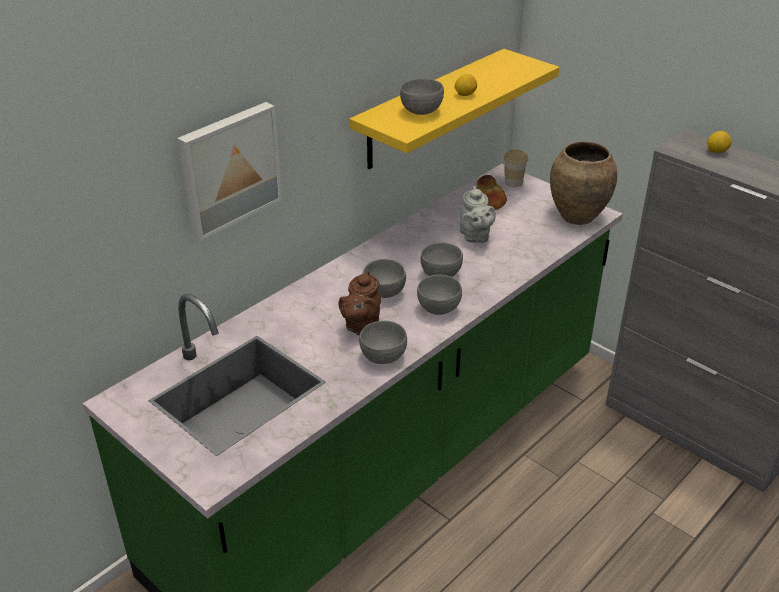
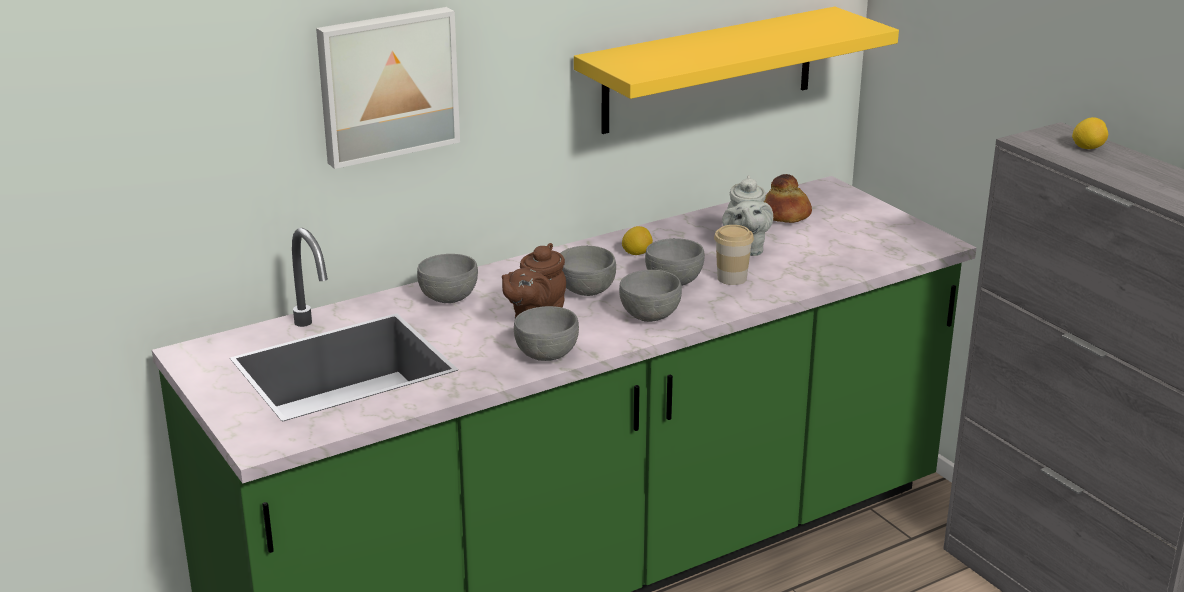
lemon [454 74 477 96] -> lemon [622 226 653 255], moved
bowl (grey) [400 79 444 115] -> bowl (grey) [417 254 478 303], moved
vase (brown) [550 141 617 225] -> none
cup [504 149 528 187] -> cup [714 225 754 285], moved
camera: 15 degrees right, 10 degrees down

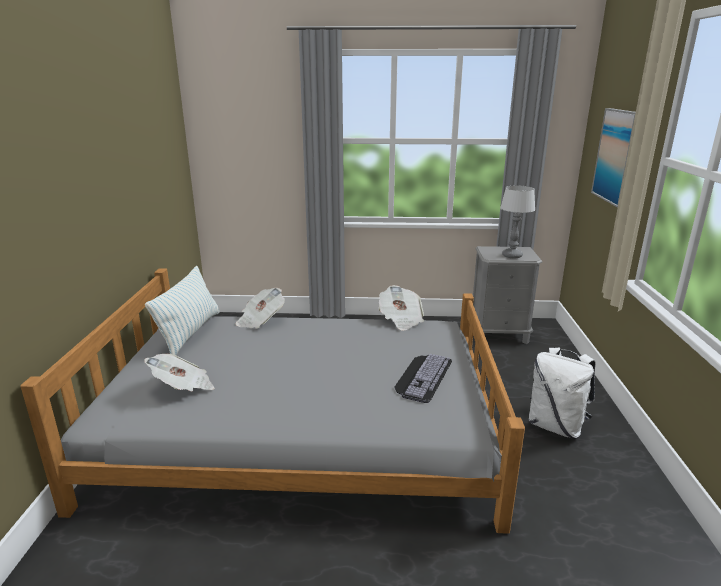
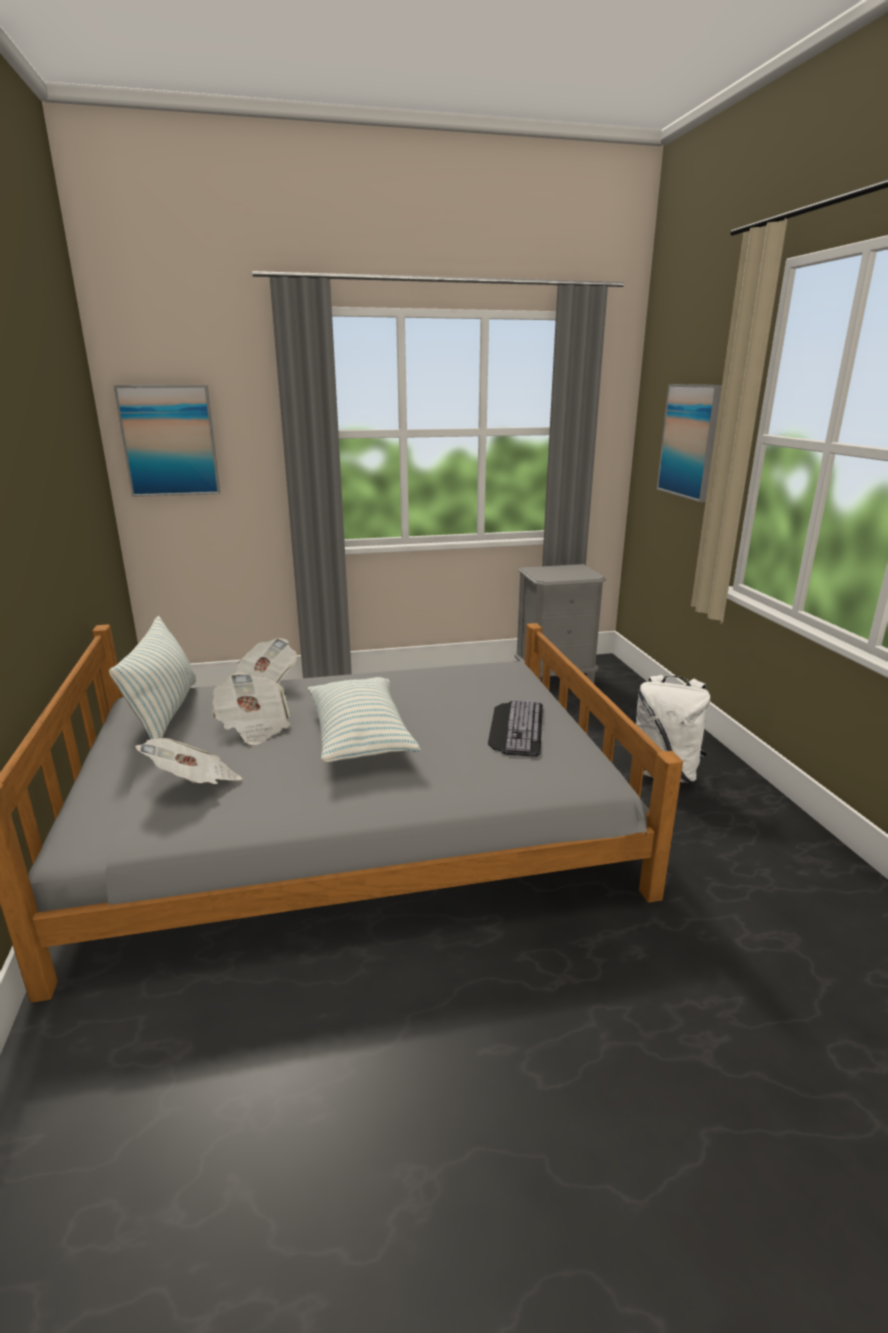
table lamp [500 186 535 258] -> none
newspaper [378 285 424 331] -> newspaper [212 672 290 745], moved
none -> picture [113 385 220 497]
none -> pillow [308 677 420 762]
camera: 15 degrees left, 0 degrees up

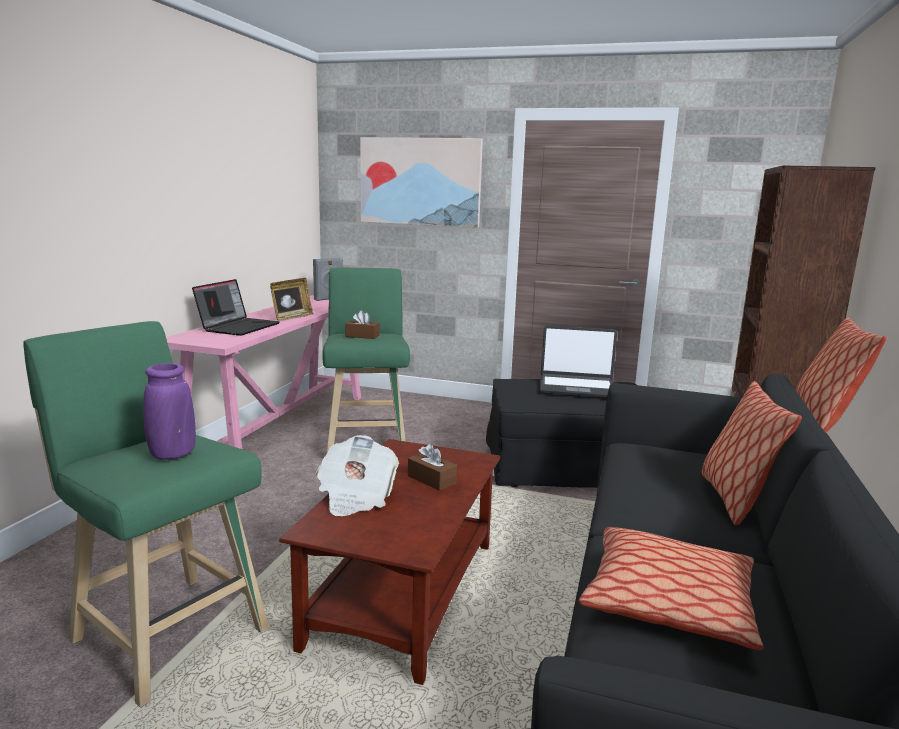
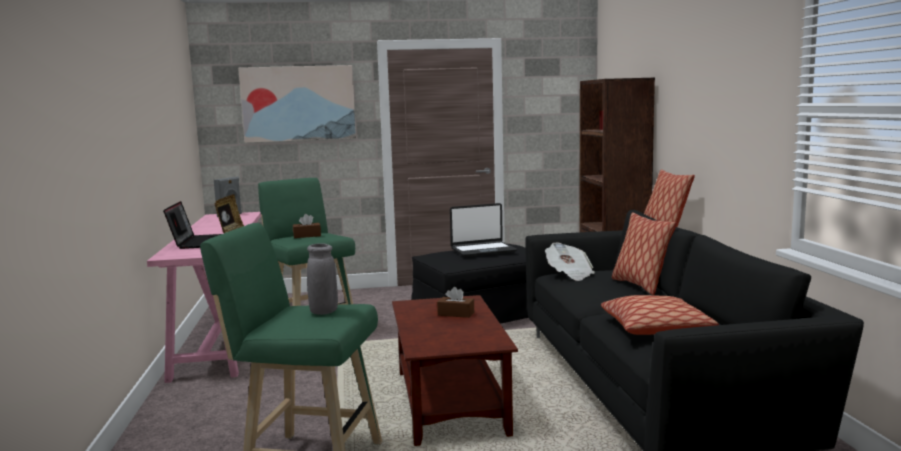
vase (purple) [143 363 196 460] -> vase (grey) [307 243 338 315]
newspaper [316 435 399 516] -> newspaper [545 242 595 281], moved
camera: 25 degrees left, 5 degrees down

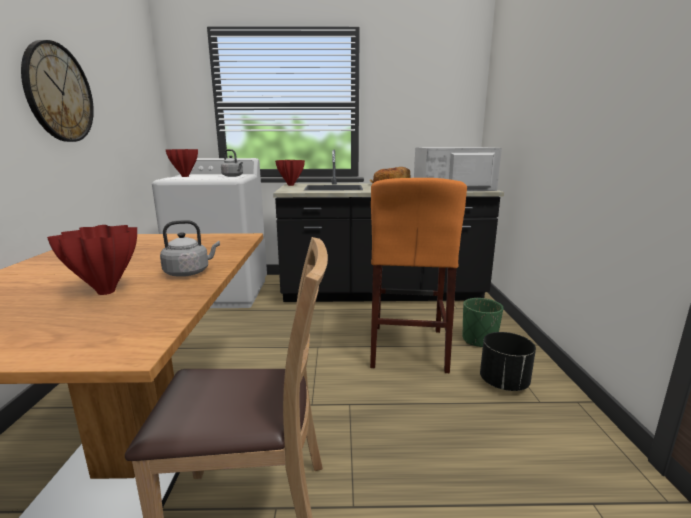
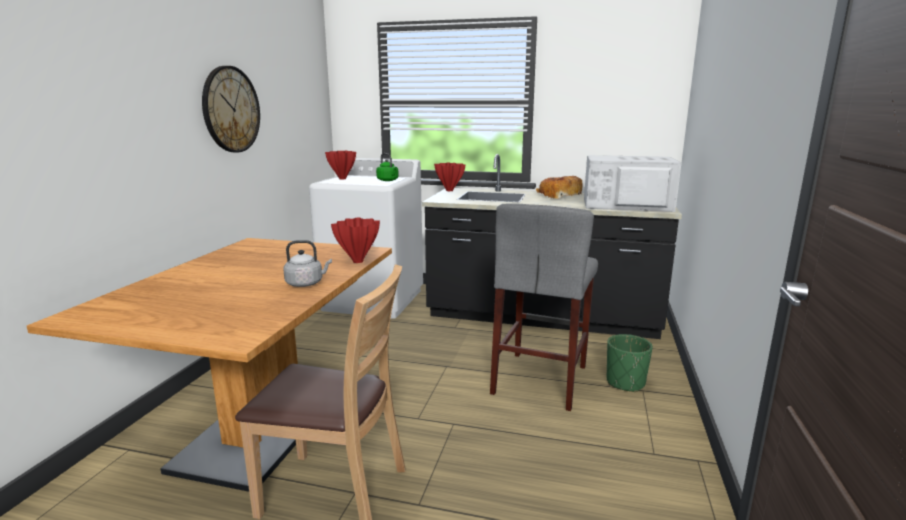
kettle (grey) [221 149 243 177] -> kettle (green) [376 153 399 181]
stool (orange) [370 178 467 373] -> stool (grey) [490 203 598 411]
vase (red) [47 225 137 295] -> vase (red) [331 218 380 263], moved
planter (black) [480 332 536 391] -> none
camera: 15 degrees right, 0 degrees up

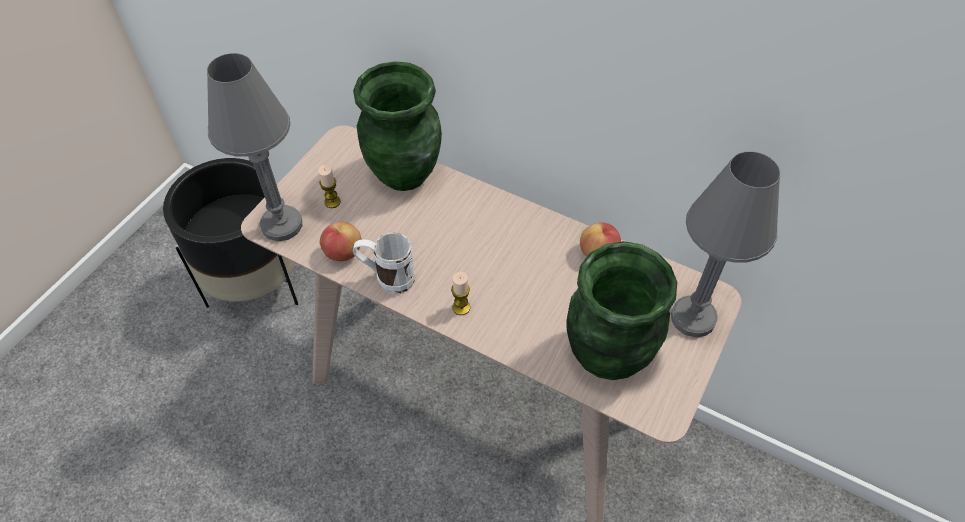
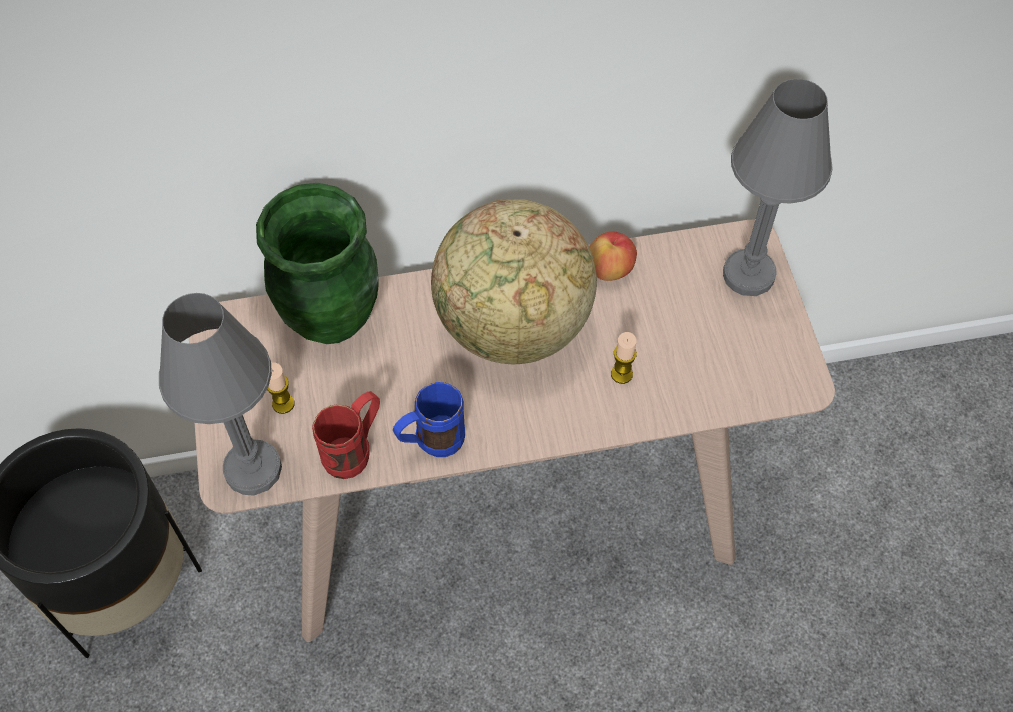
apple [320 222 361 261] -> mug (red) [312 391 380 479]
mug (white) [353 233 415 294] -> mug (blue) [393 382 465 457]
vase (green) [566 241 677 380] -> none
candle [451 272 470 315] -> candle [611 332 637 384], moved
none -> globe [431 199 597 364]
camera: 40 degrees left, 5 degrees up

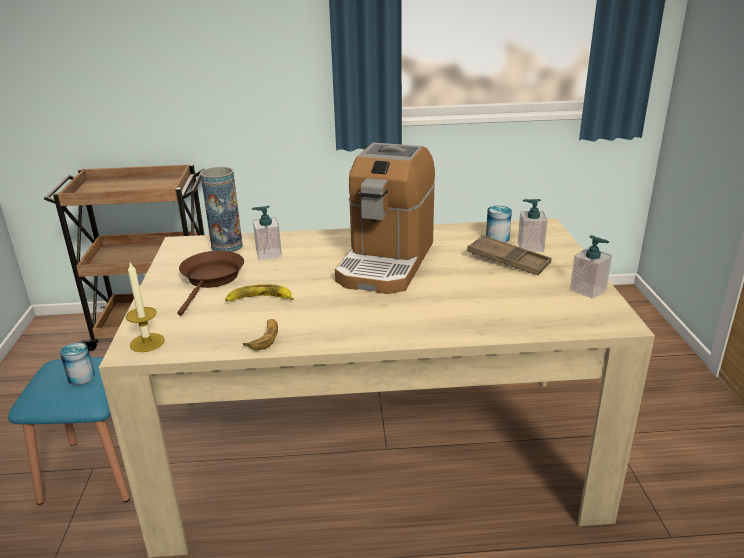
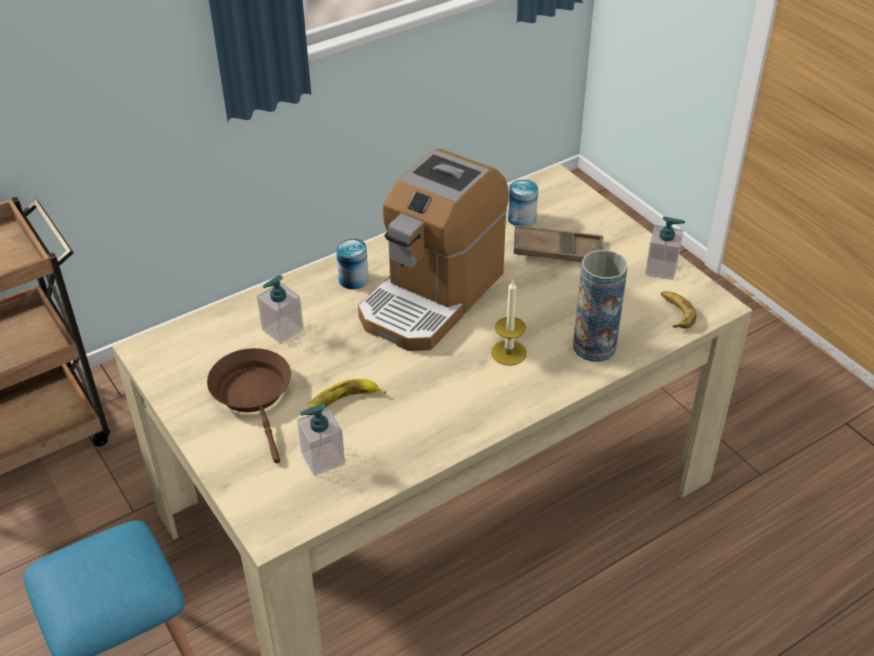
coffee machine [335 142 435 294] -> coffee machine [358 148 509 351], 45 degrees clockwise
vase [200 167 243 252] -> vase [573 250 628 362], moved
soap dispenser [518 199 548 252] -> soap dispenser [297 403 345 476], moved
candle [126 263 165 352] -> candle [491 280 527 366], moved
banana [243 319 278 350] -> banana [661 291 696 329], moved
can [60 342 95 385] -> can [336 239 369 289], moved
camera: 30 degrees left, 15 degrees up

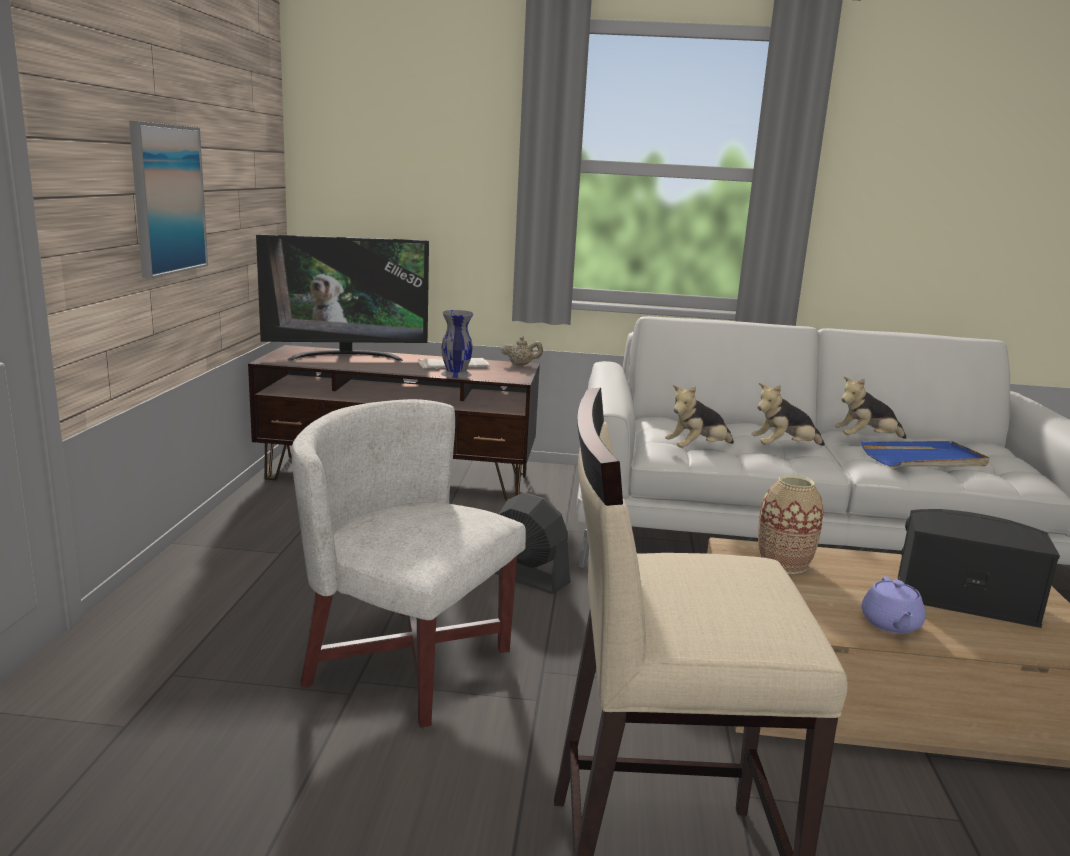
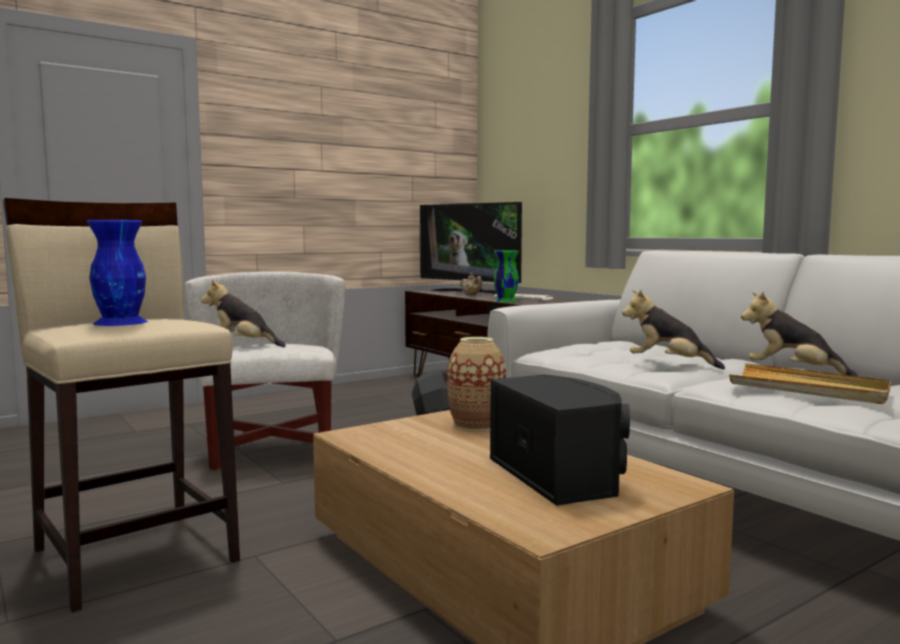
picture [129 121 208 279] -> none
vase (grey) [441 310 473 378] -> vase (green) [494 250 519 302]
teapot (beige) [502 336 543 365] -> teapot (beige) [460 273 482 295], moved
plush toy [665 385 734 448] -> plush toy [201 279 286 347], moved
tray (blue) [862 441 990 467] -> tray (beige) [729 363 891 404]
teapot (purple) [862 576 925 633] -> none
none -> vase (blue) [87 220 148 326]
camera: 50 degrees right, 10 degrees down

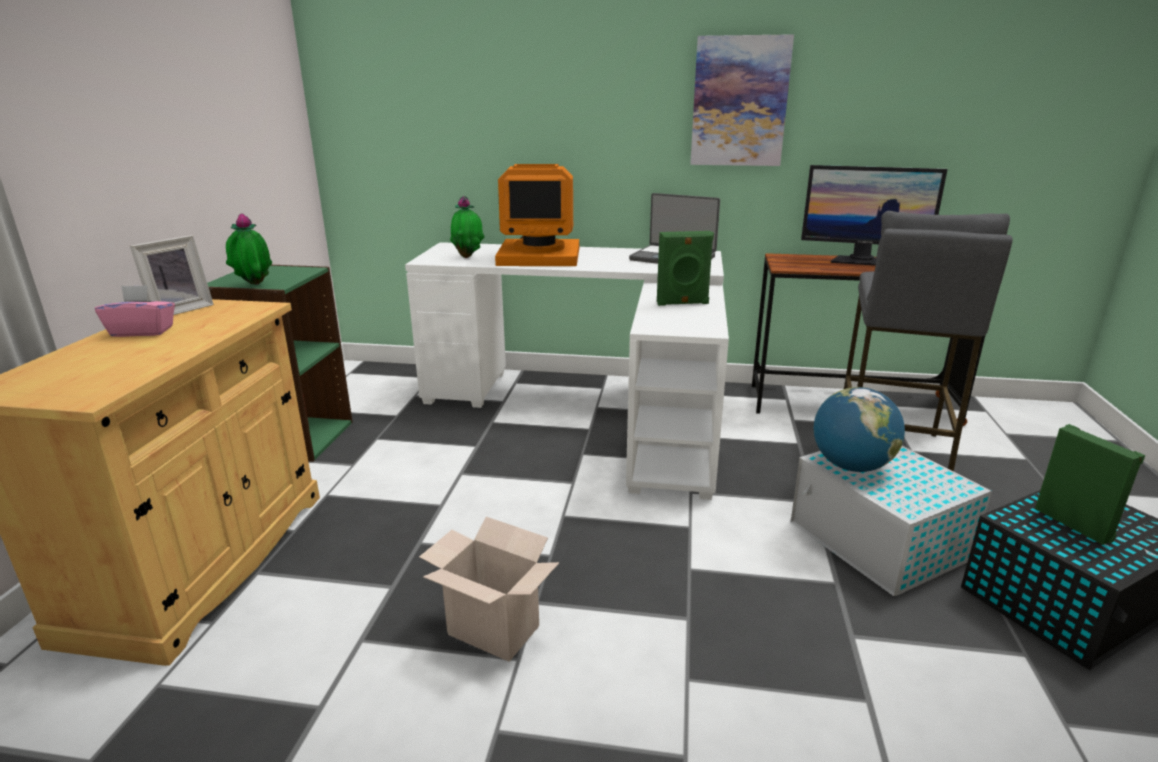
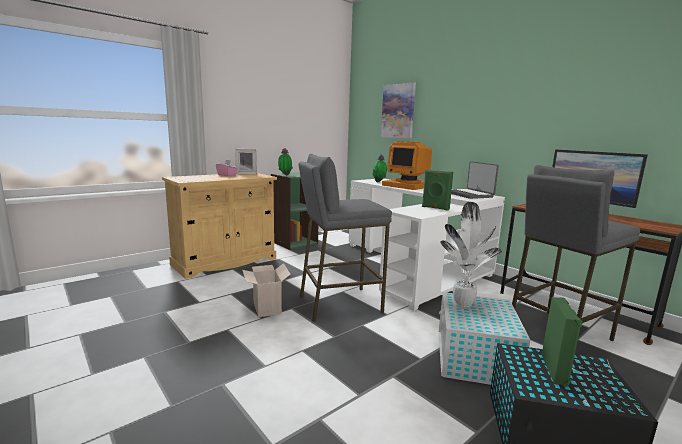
picture [690 34 794 166] -> picture [381 82 416 138], moved
globe [814 387 905 472] -> potted plant [440 202 502 307]
none -> stool (grey) [298 154 392 322]
camera: 40 degrees right, 10 degrees down

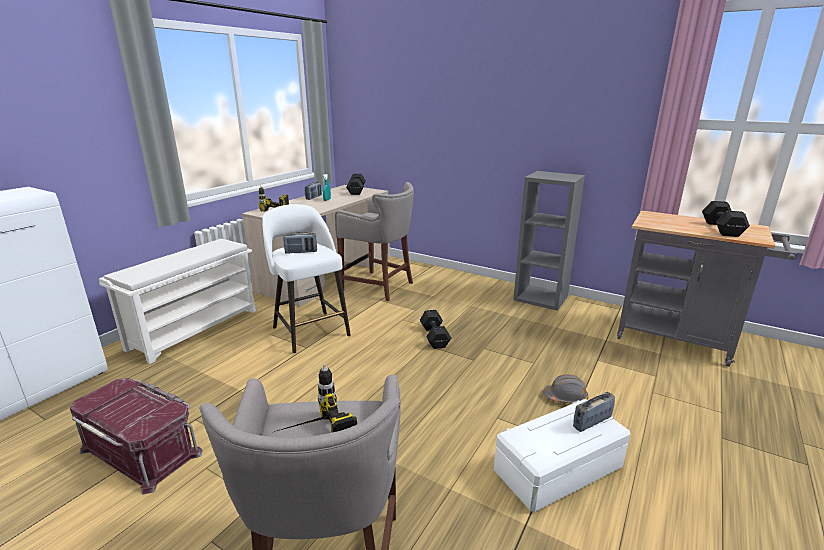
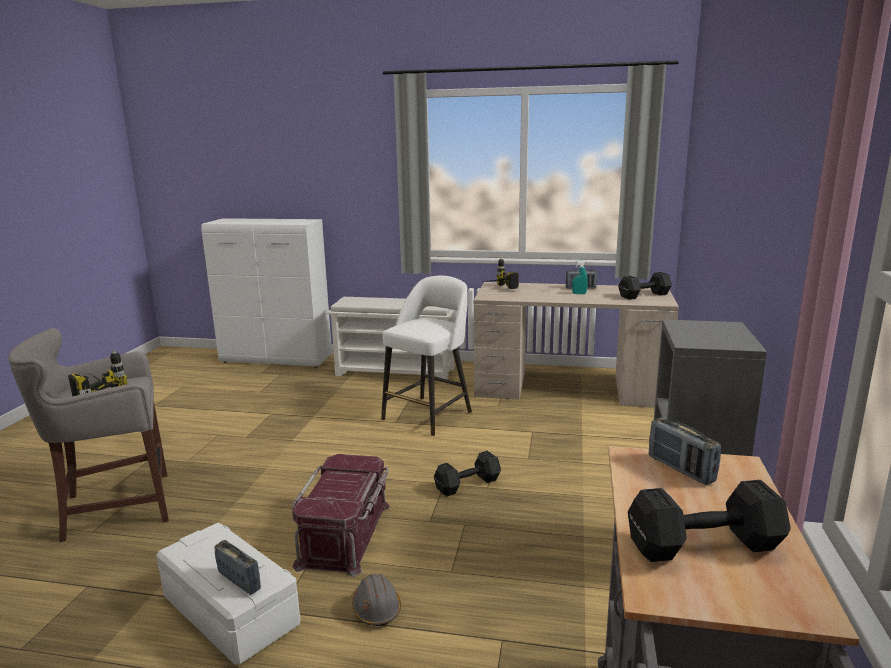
stool (grey) [335 182 414 301] -> none
radio [283 232 317 254] -> radio [649 418 721 485], moved
storage box (red) [70 378 203 494] -> storage box (red) [292 454 390 577], moved
camera: 70 degrees right, 5 degrees down

